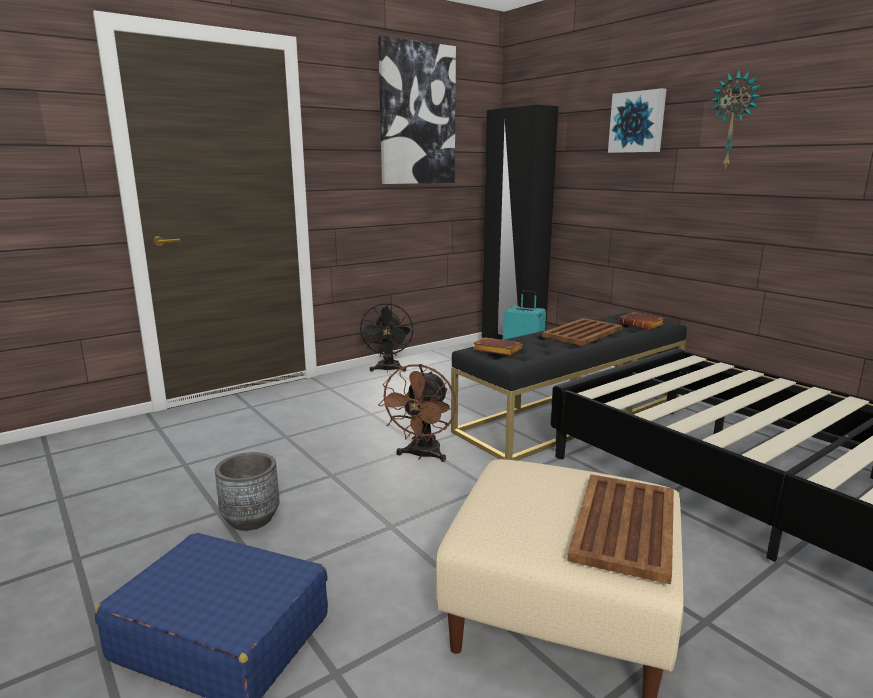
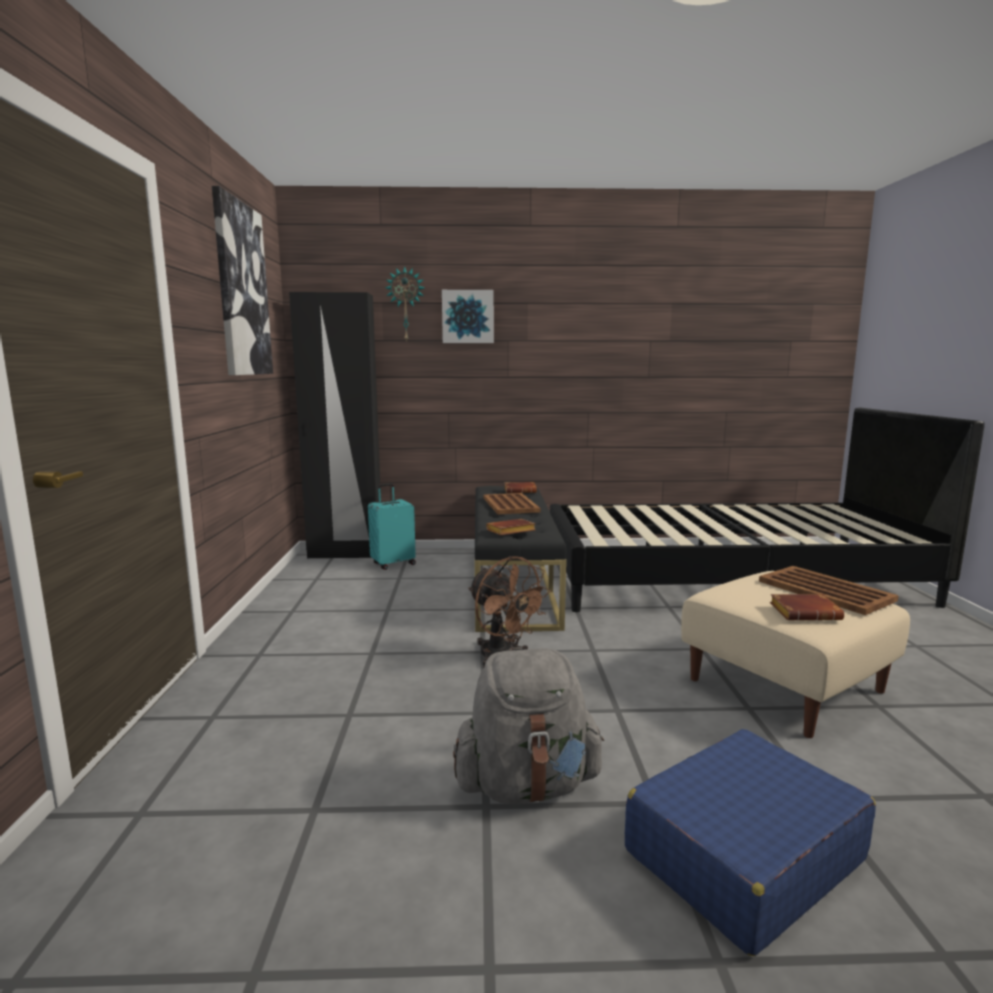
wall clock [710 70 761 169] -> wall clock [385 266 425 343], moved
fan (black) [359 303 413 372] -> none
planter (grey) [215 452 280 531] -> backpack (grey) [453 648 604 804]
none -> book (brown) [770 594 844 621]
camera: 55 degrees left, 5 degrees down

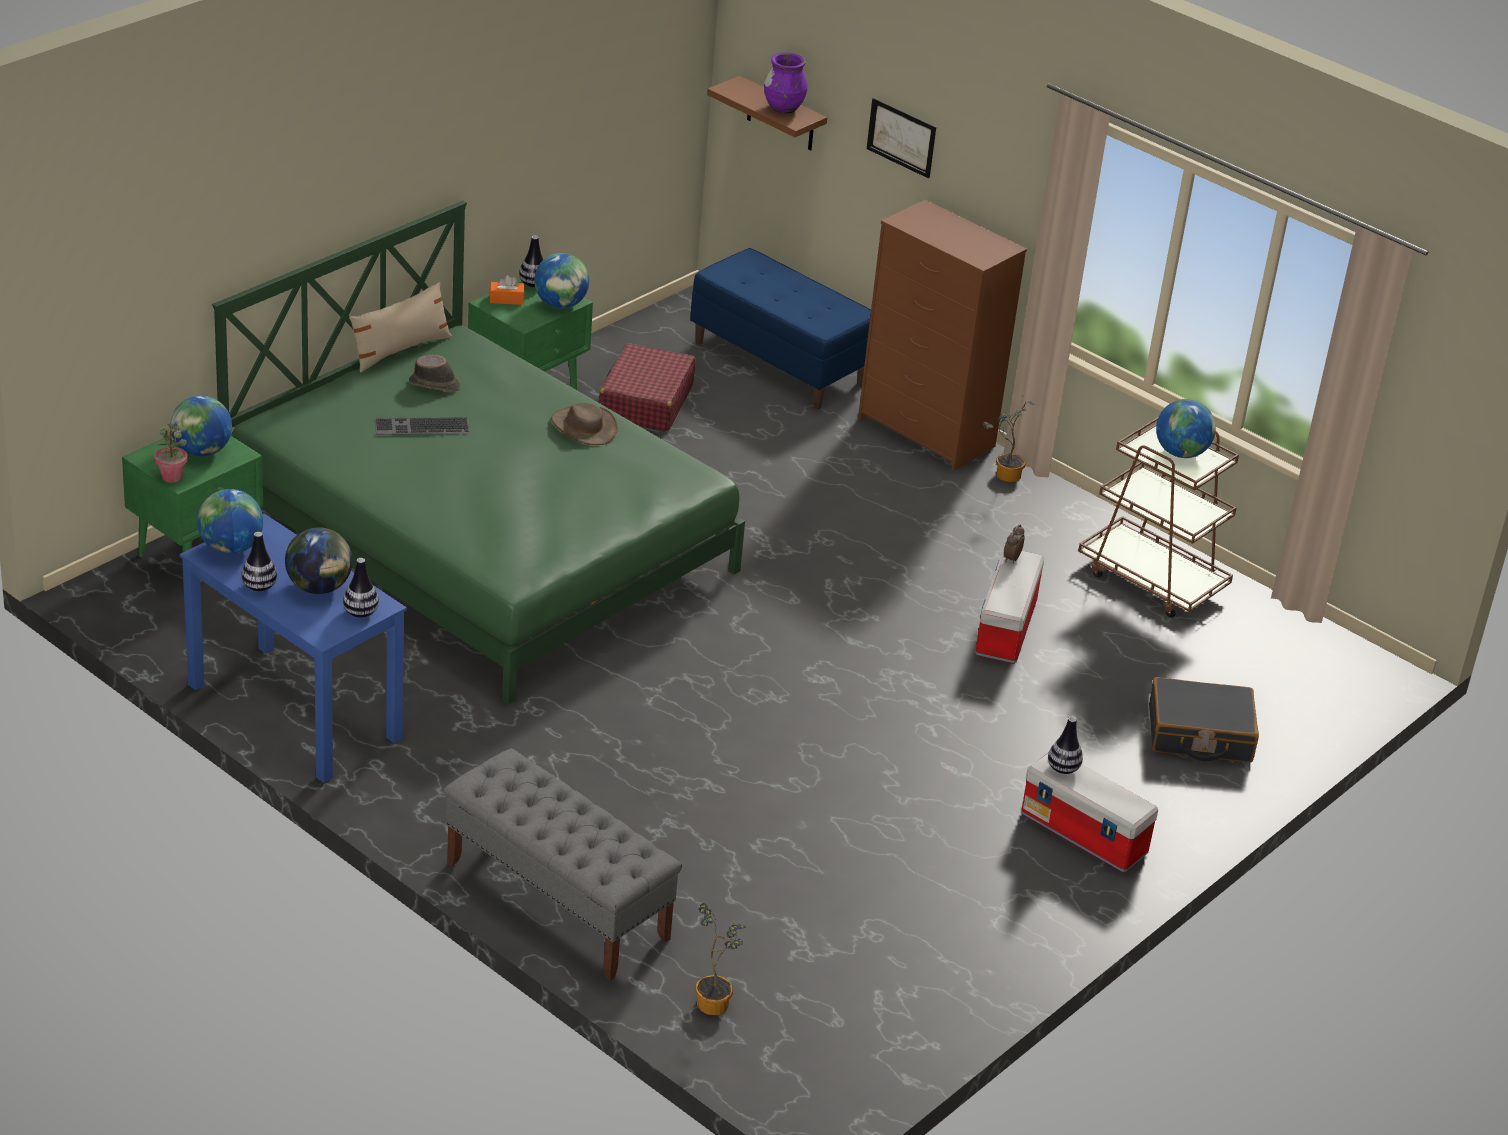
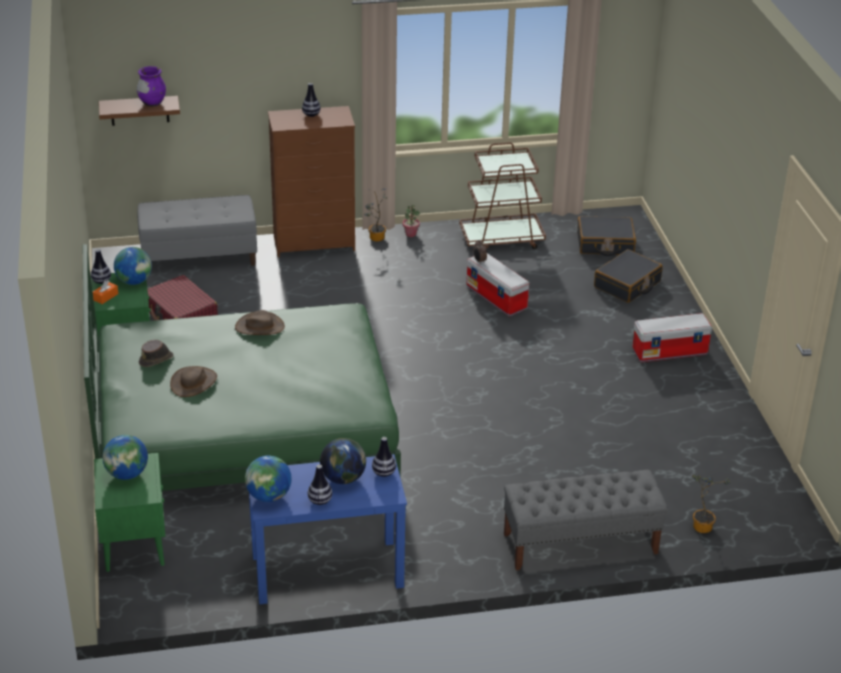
picture [867 98 936 178] -> none
bench (blue) [690 248 871 409] -> bench (grey) [137 195 257 266]
pillow (beige) [349 282 452 373] -> none
globe [1156 399 1216 458] -> none
keyboard [375 417 470 435] -> hat (brown) [170 366 217 397]
potted plant [154 423 188 483] -> potted plant [403 205 420 237], moved
vase [1048 717 1083 774] -> vase [302 83 321 117], moved
none -> suitcase (black) [577 216 636 256]
camera: 50 degrees left, 0 degrees up

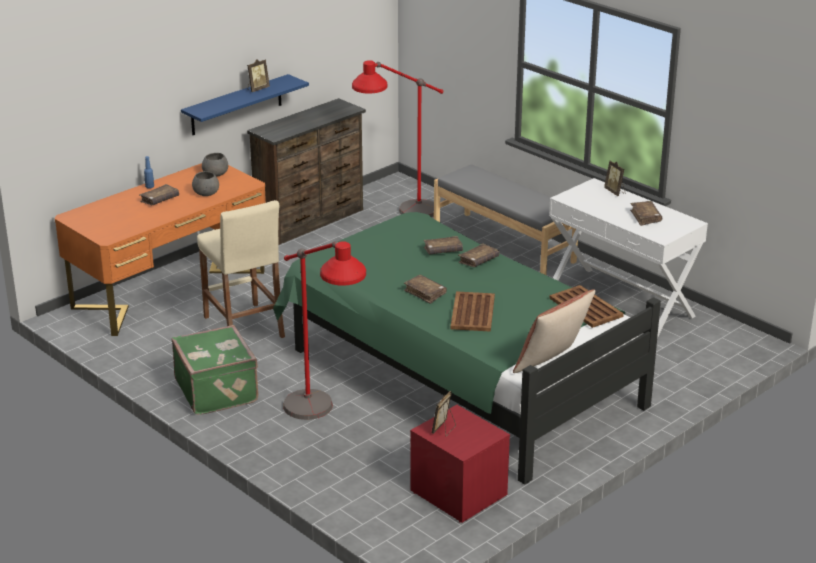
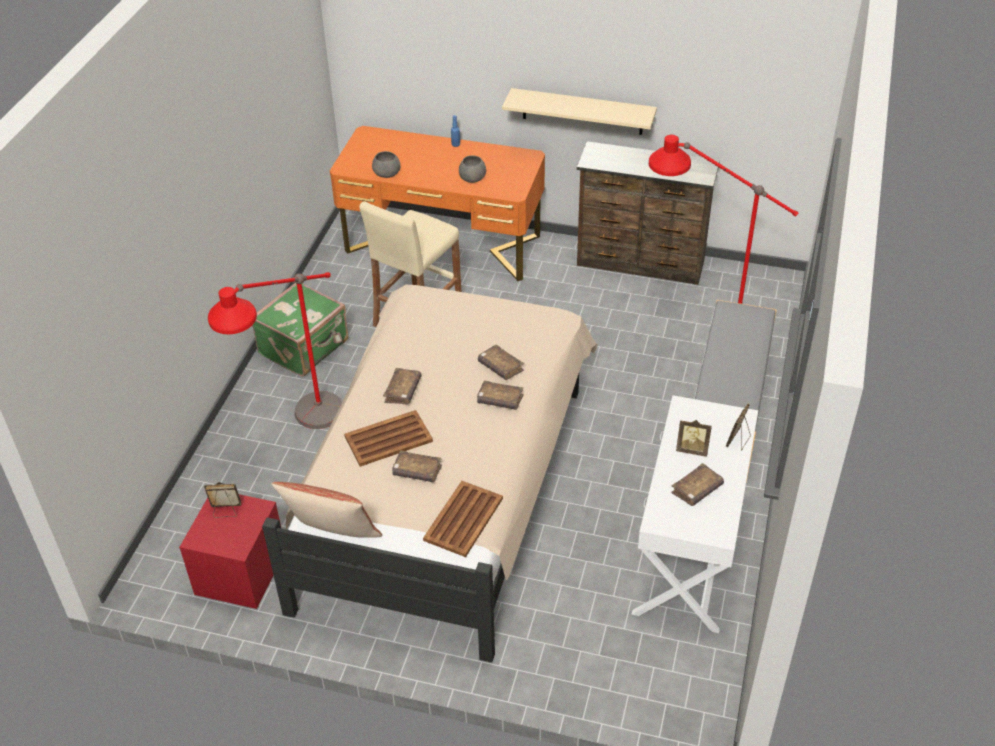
picture frame [247 59 270 92] -> picture frame [676 420 712 457], moved
shelf (blue) [181 74 309 135] -> shelf (beige) [502 88 657 135]
bowl (grey) [202 153 228 177] -> bowl (grey) [372 151 400 178], moved
book (brown) [139 184 179 205] -> book (brown) [392 451 442 483], moved
bed (green) [273 212 661 485] -> bed (beige) [262 285 598 663]
camera: 60 degrees right, 15 degrees up

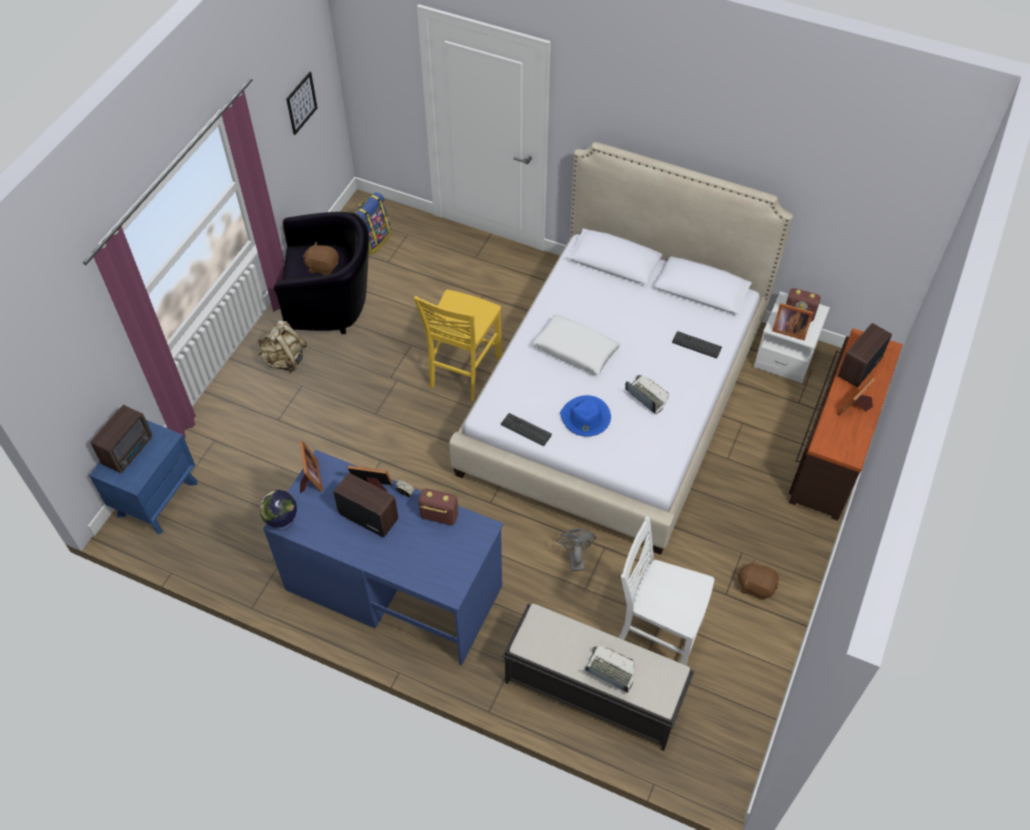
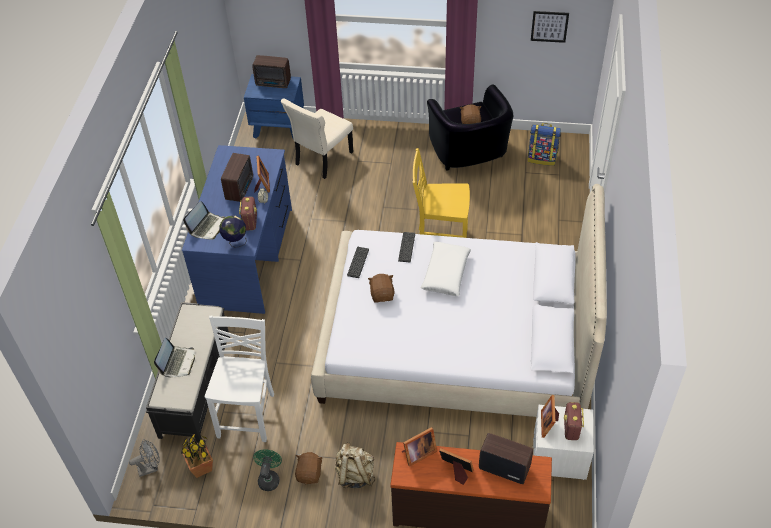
backpack (beige) [257 320 307 373] -> backpack (beige) [335 442 375 488], moved
keyboard [672 331 722 358] -> keyboard [398 232 415 263], moved
laptop [625 375 669 415] -> laptop [183 201 225 240], moved
hat (blue) [560 395 611 437] -> plush toy (brown) [368 274 394 303]
picture frame [299 441 323 493] -> picture frame [402 427 437 467], moved
globe [259 490 297 531] -> globe [219 216 247 248], moved
fan (grey) [557 528 596 572] -> fan (grey) [129 439 160 477], moved
none -> chair (beige) [281 98 353 179]
none -> potted plant [181 434 213 478]
none -> fan (green) [253 449 282 491]
camera: 75 degrees right, 5 degrees down

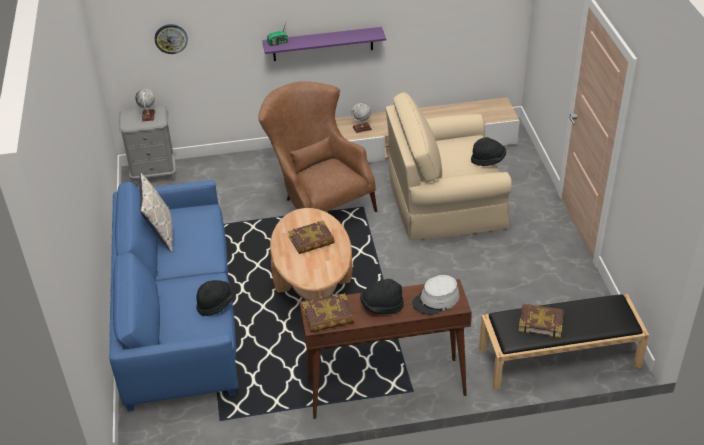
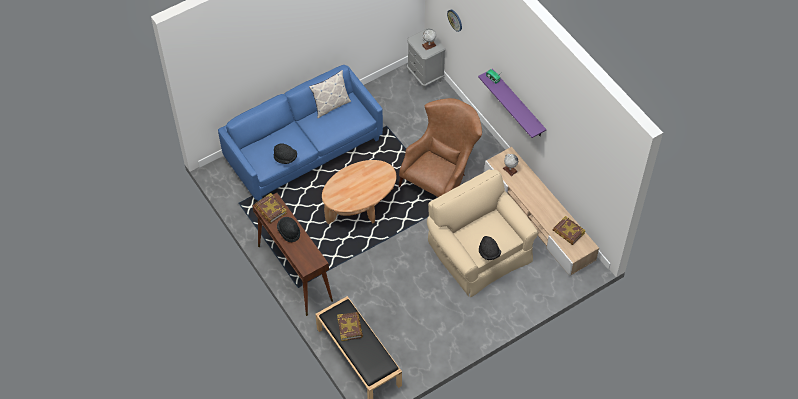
book [288 221 335 254] -> book [553 216 586 245], moved
hat (grey) [412 275 460 315] -> none
camera: 65 degrees right, 15 degrees up

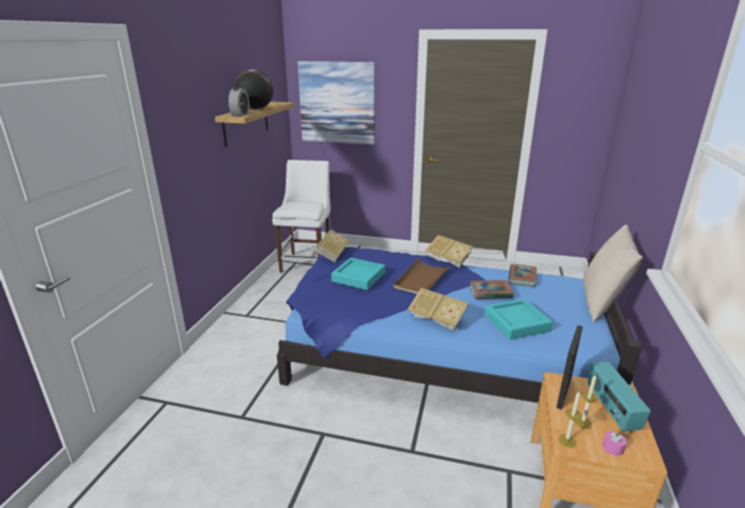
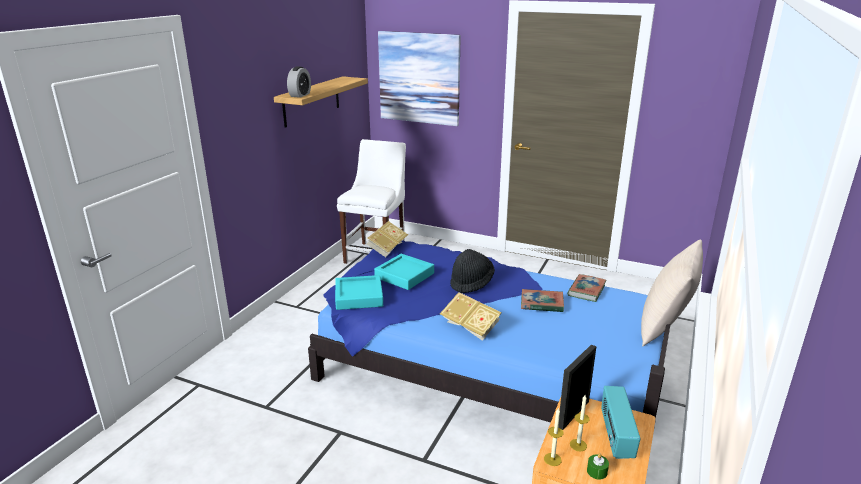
globe [234 70 273 110] -> none
book [425 235 473 267] -> none
tray (brown) [393 258 451 294] -> hat (black) [450 249 495 293]
tray (turquoise) [485 299 553 340] -> tray (turquoise) [335 275 383 310], moved
candle (pink) [602 430 627 456] -> candle (green) [587 453 609 480]
camera: 10 degrees right, 0 degrees up

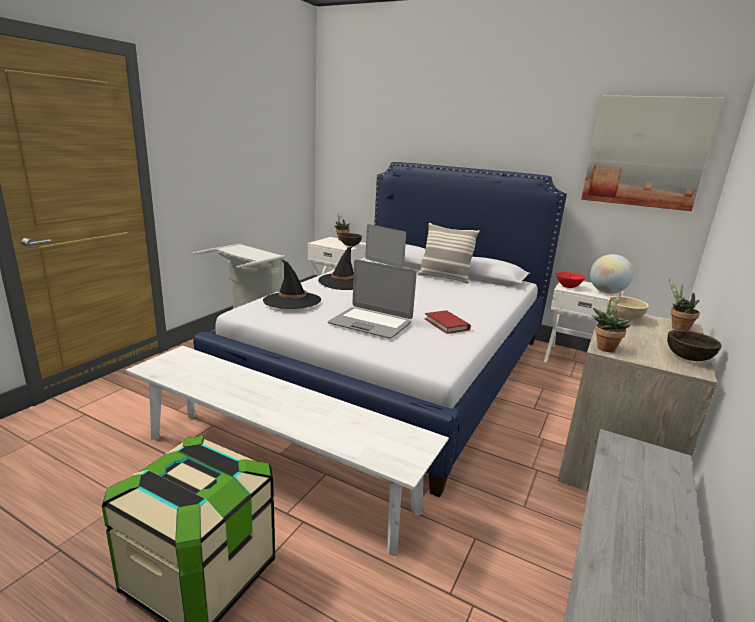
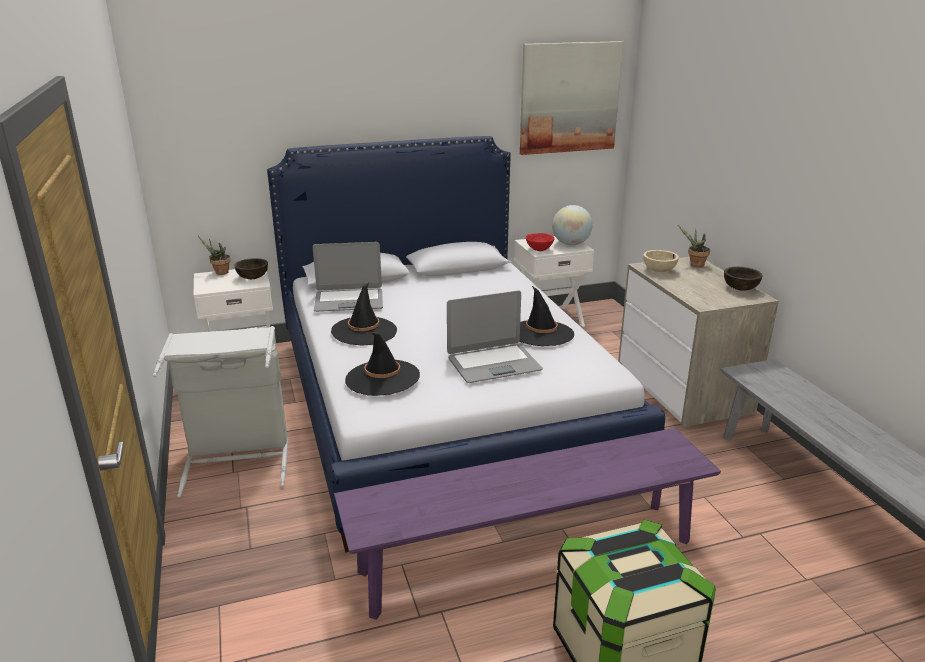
pillow [417 223 480 283] -> none
potted plant [591 293 631 352] -> none
book (red) [424 310 471 334] -> hat (black) [519 286 574 346]
bench (white) [126 346 449 555] -> bench (purple) [334 428 721 620]
camera: 45 degrees left, 5 degrees up

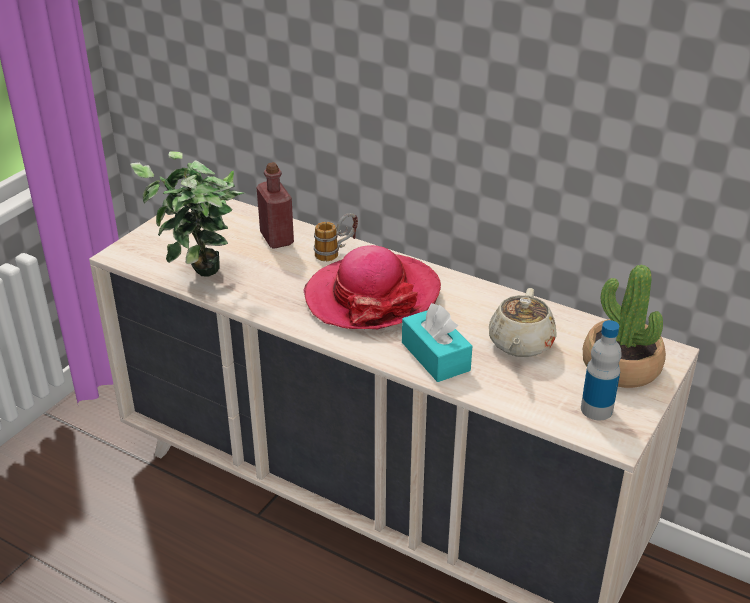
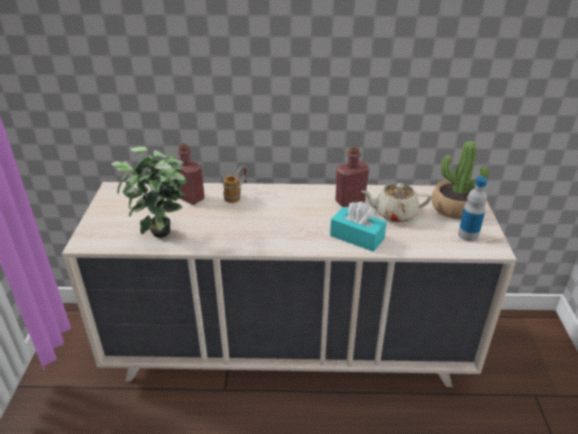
hat [303 245 441 329] -> none
teapot (beige) [489 288 557 357] -> teapot (beige) [361 183 431 222], 105 degrees clockwise
none -> bottle (red) [335 147 369 207]
camera: 30 degrees left, 0 degrees up

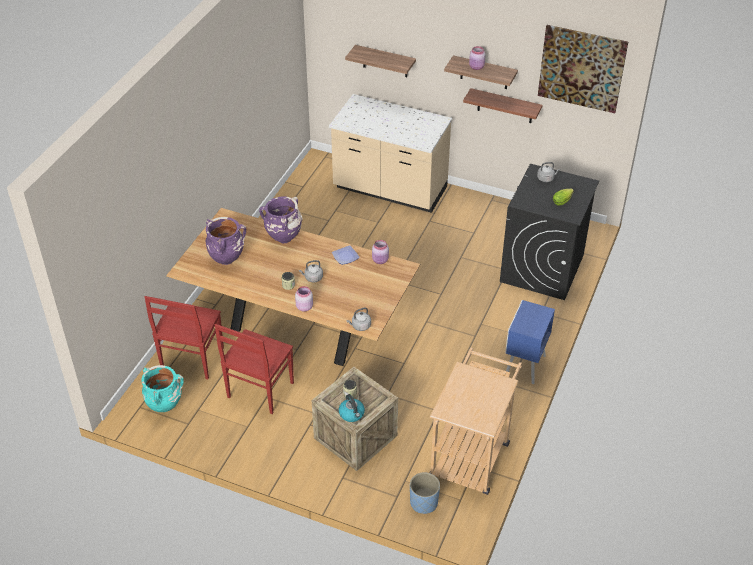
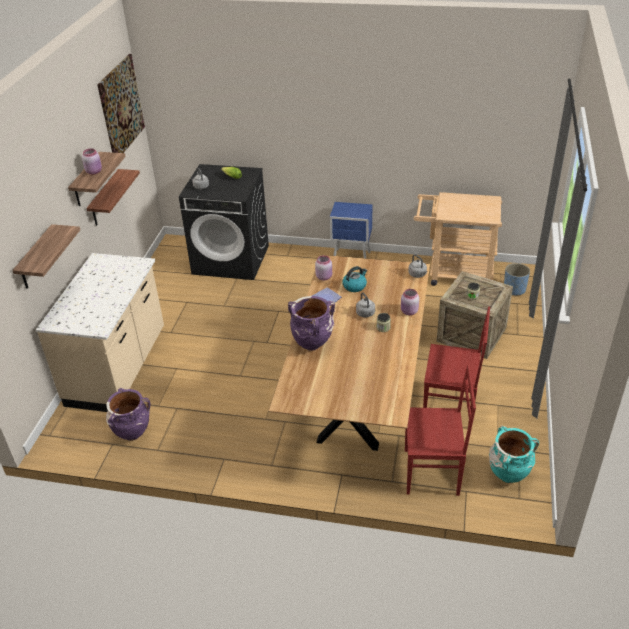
vase (purple) [206 217 246 265] -> vase (purple) [106 387 150 441], moved
kettle [339 394 365 422] -> kettle [342 266 367 292], moved
camera: 100 degrees left, 5 degrees down

